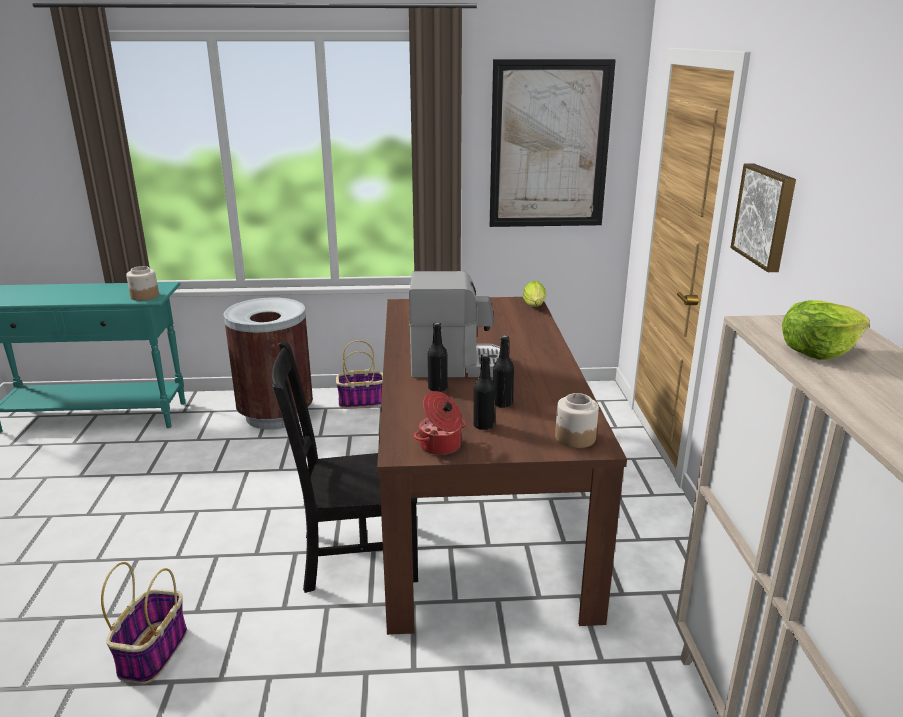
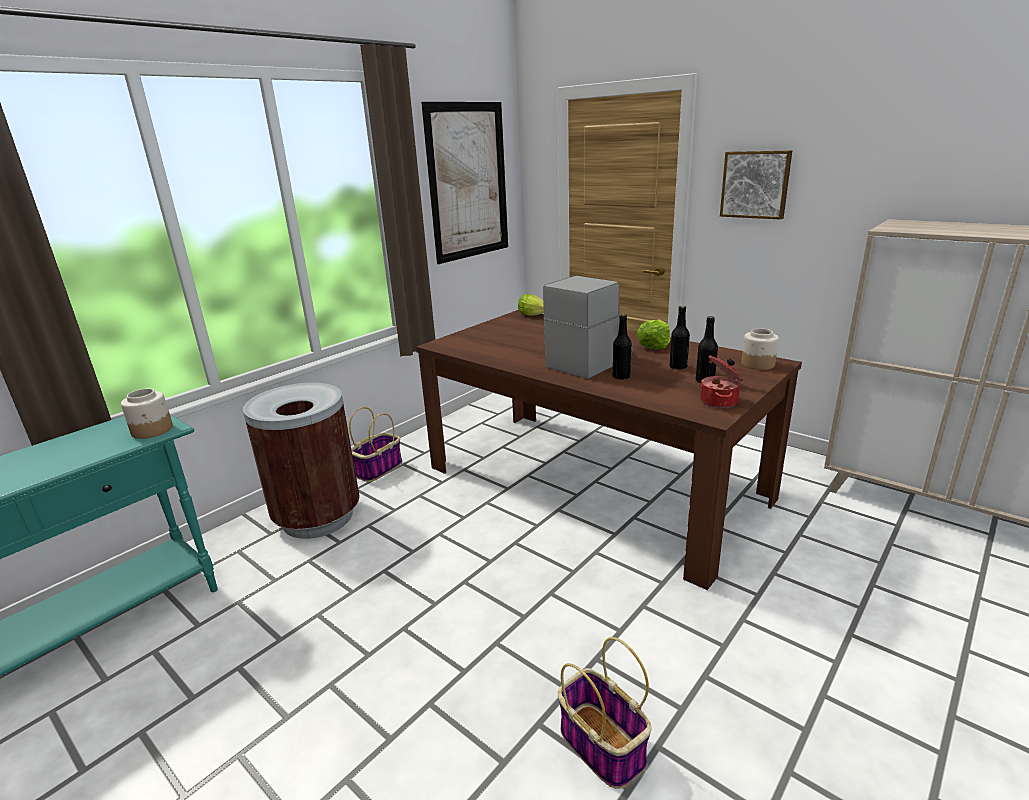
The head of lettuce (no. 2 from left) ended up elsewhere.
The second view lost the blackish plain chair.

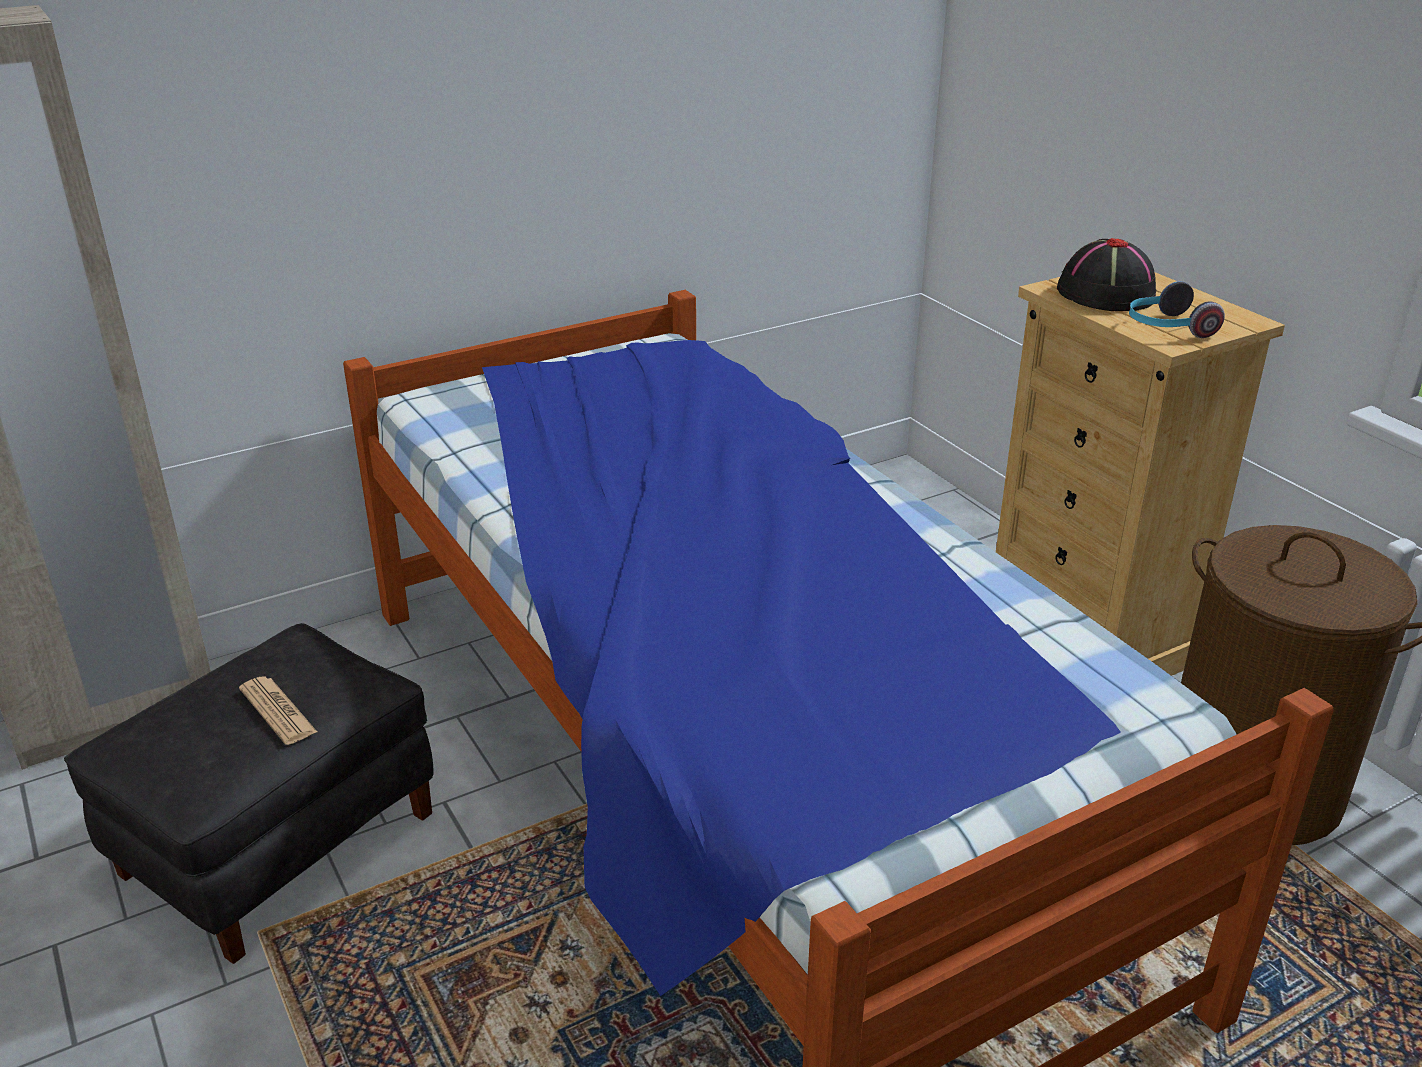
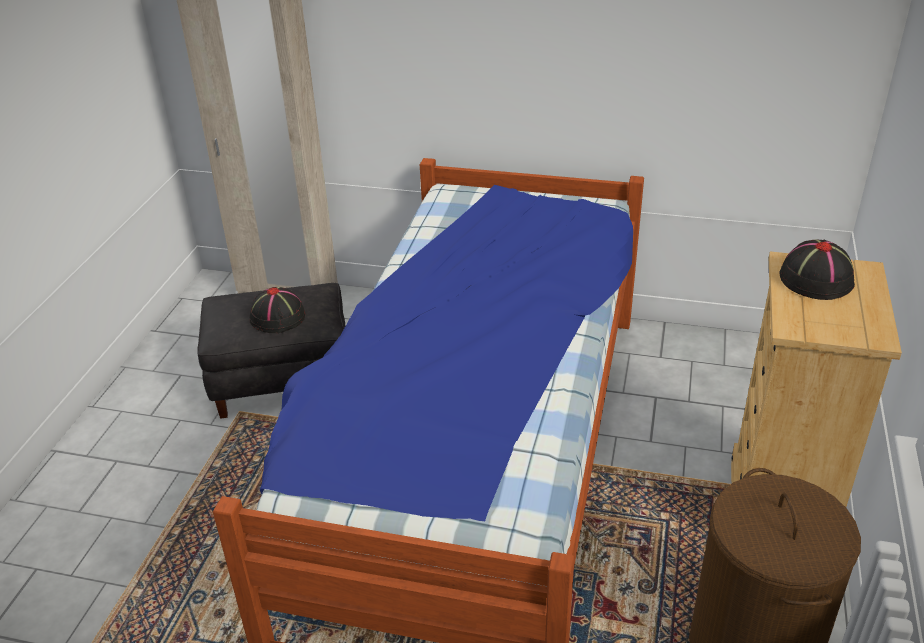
Where the newspaper stood, the blackish hat (no. 1 from left) came to stand.
The second view lost the pair of headphones.

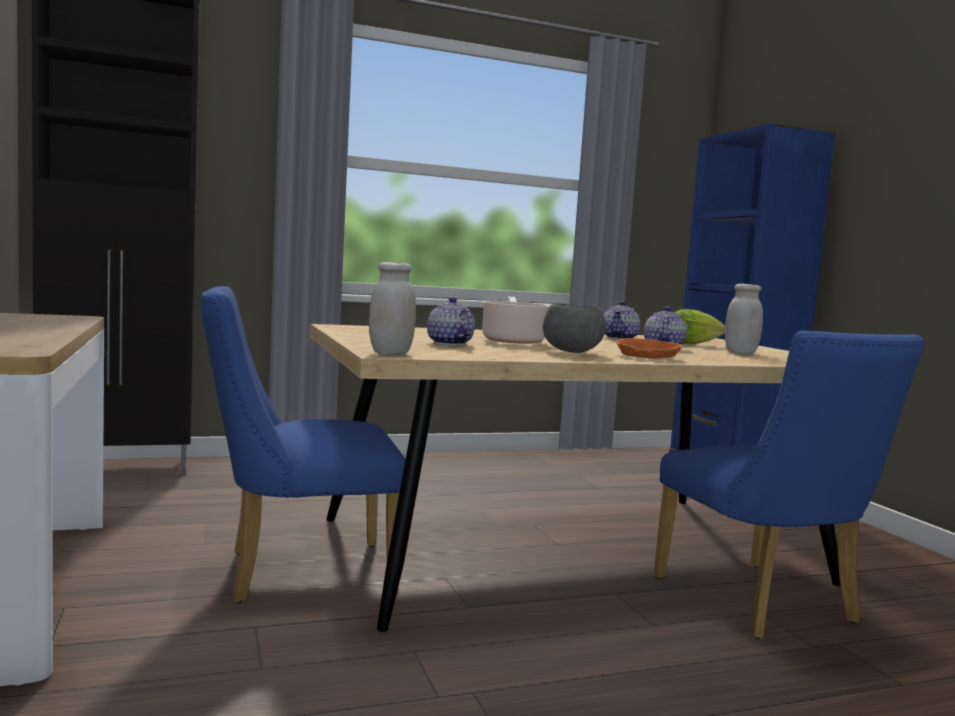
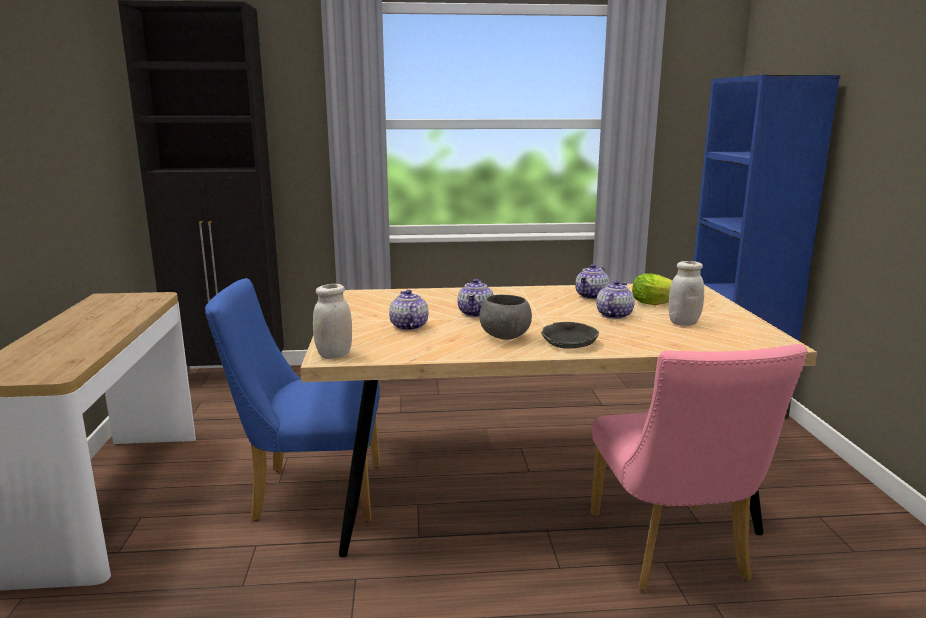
Where the stockpot stood, the pot for tea (no. 2 from left) came to stand.
What was the orange-coloured bowl turned into the gray bowl (no. 2 from left).
What was the blue-coloured plain chair (no. 2 from left) turned into the pinkish plain chair.

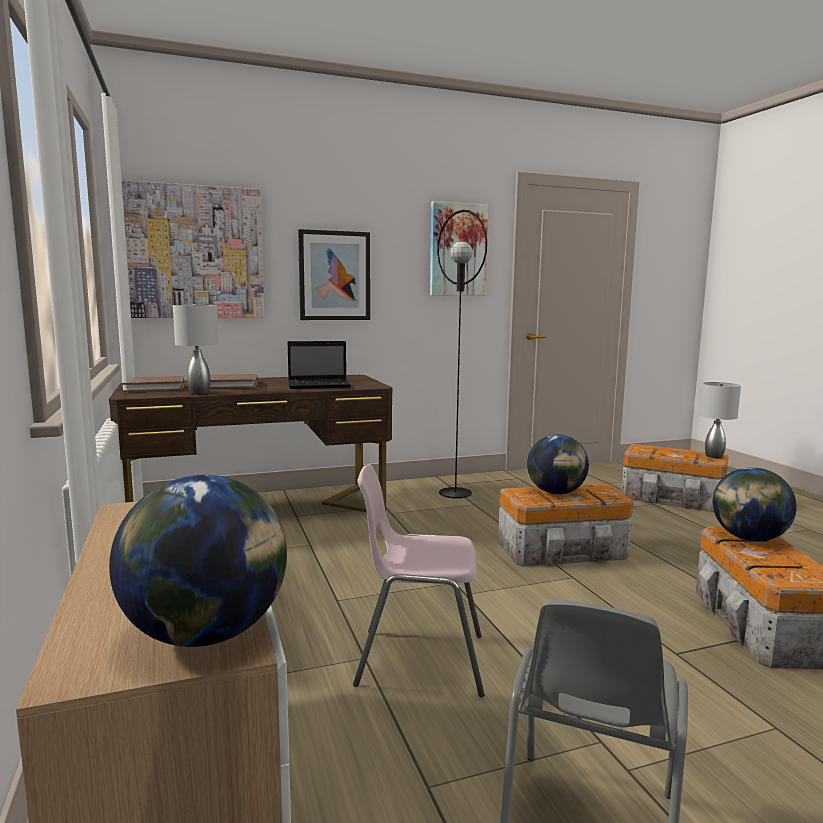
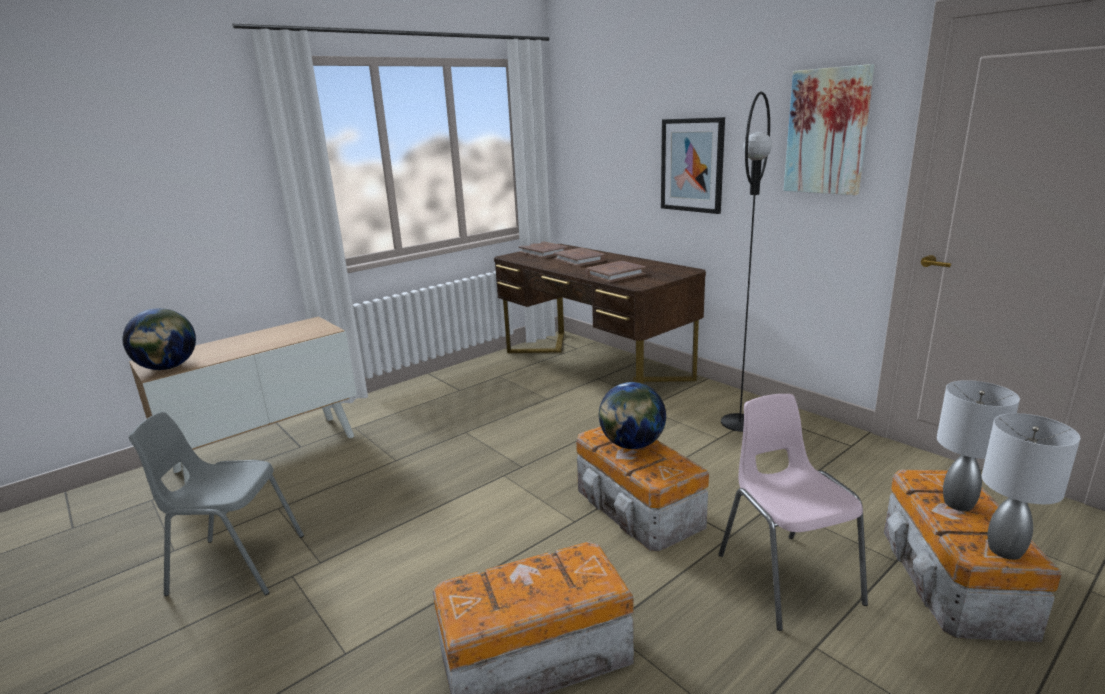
Where the portable computer stood, the brownish volume (no. 3 from left) came to stand.
The pinkish plain chair ended up elsewhere.
The gray table lamp (no. 1 from left) ended up elsewhere.
The second view lost the wall picture (no. 1 from left).
The second view lost the world globe (no. 3 from left).

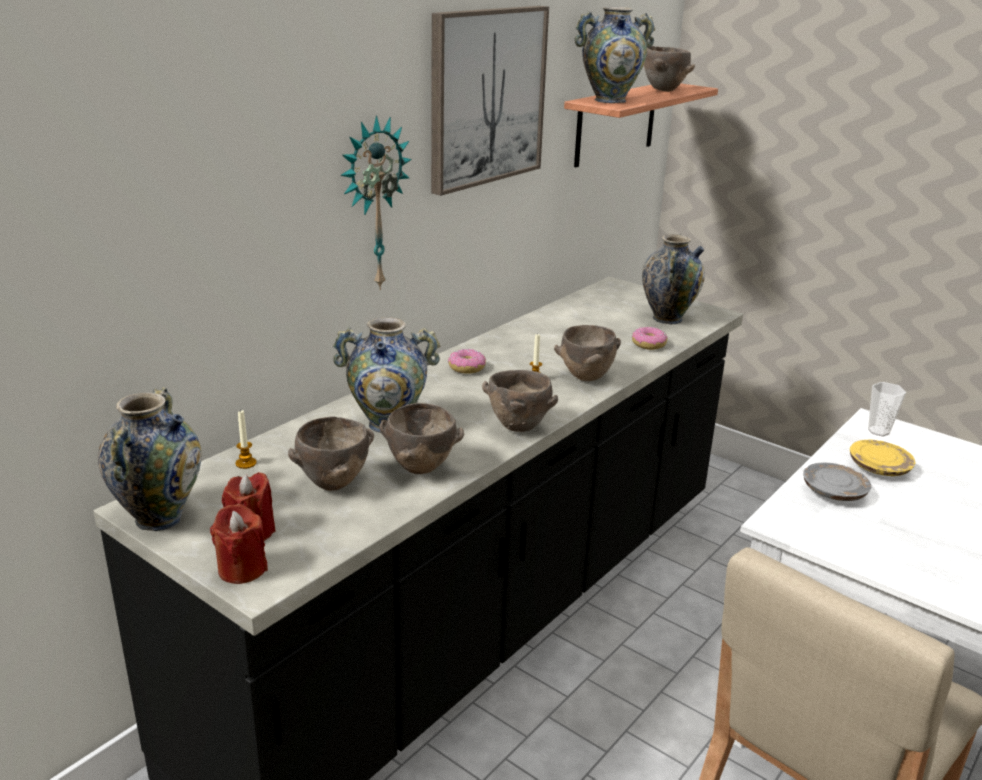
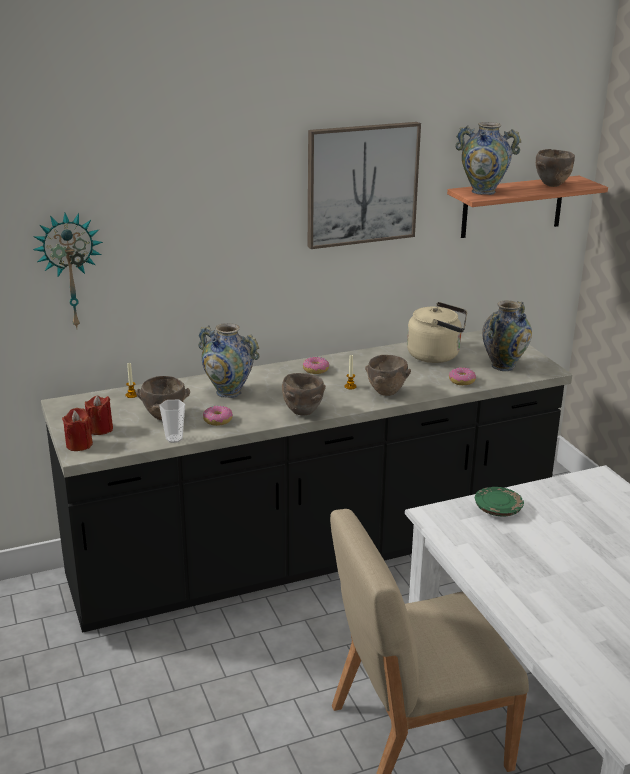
The hanging clock ended up elsewhere.
The drinking cup ended up elsewhere.
Where the brownish bowl (no. 2 from left) stood, the donut (no. 1 from left) came to stand.
The second view gained the beige water kettle.
What was the gray flat dish turned into the green-coloured flat dish.
The second view lost the vase (no. 1 from left).
The second view lost the yellow flat dish.

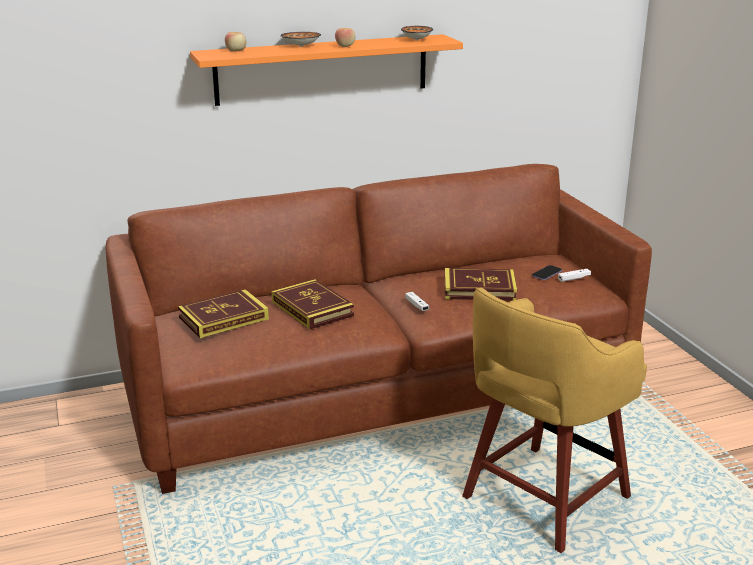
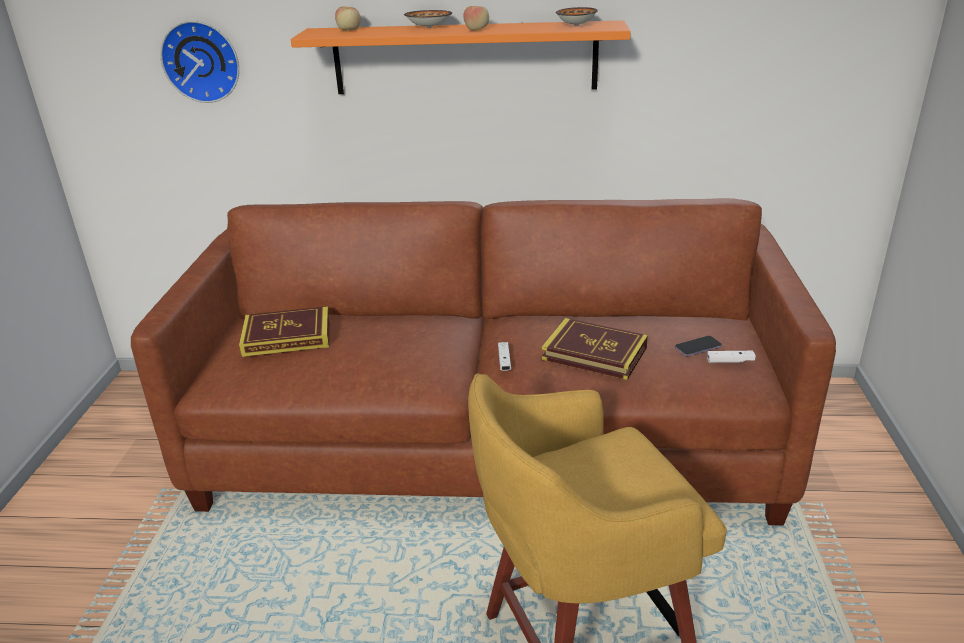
The second view gained the hanging clock.
The second view lost the volume (no. 2 from left).

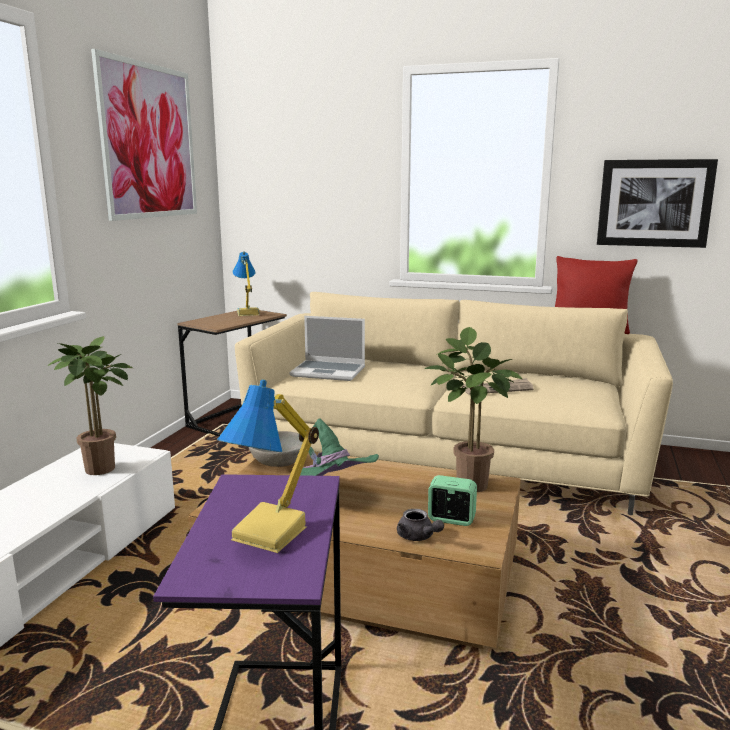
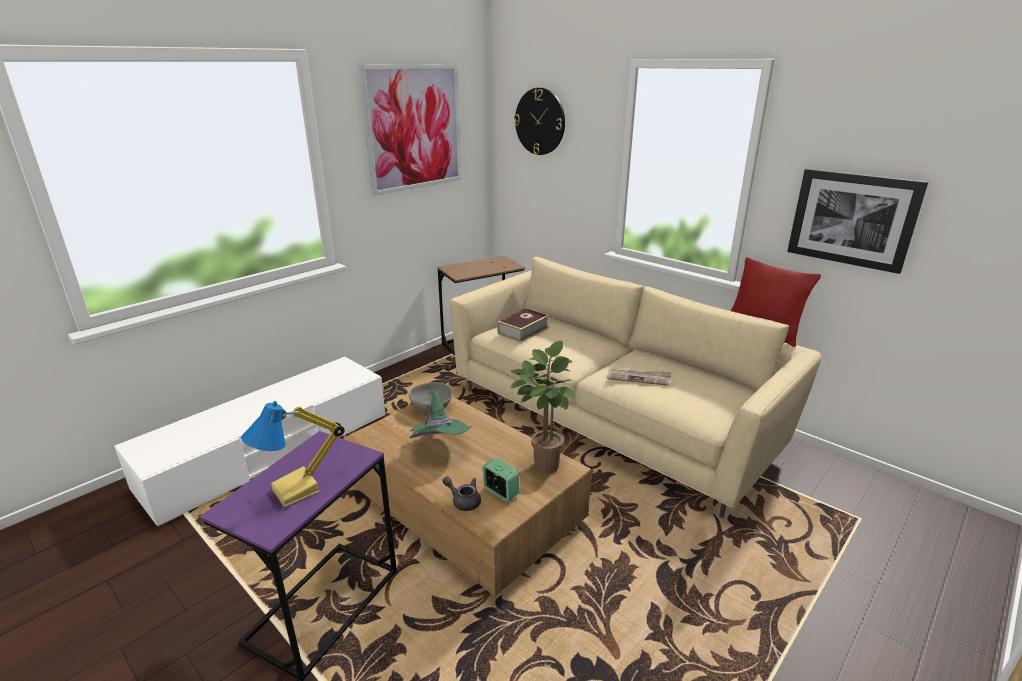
The gray pot for tea ended up facing another way, 135 degrees clockwise from before.
Where the portable computer stood, the volume came to stand.
The second view gained the hanging clock.
The second view lost the plant in a pot (no. 1 from left).
The second view lost the table lamp (no. 1 from left).

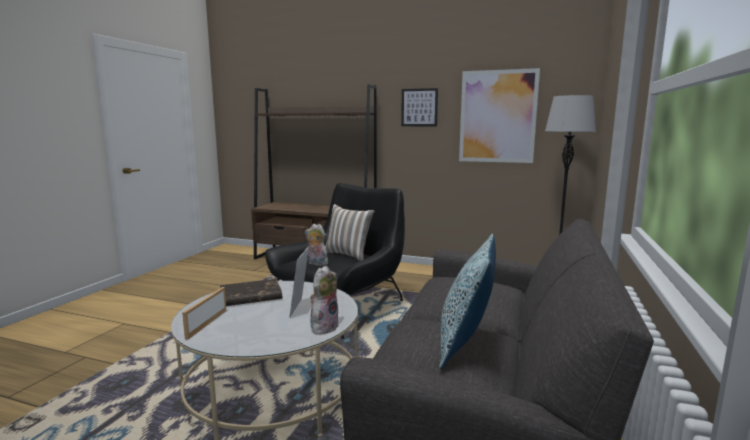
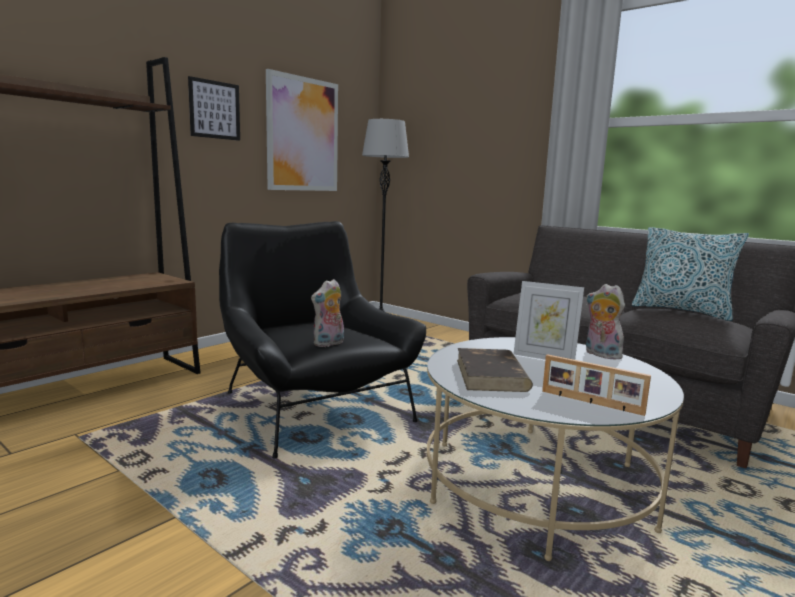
The second view lost the cushion (no. 1 from left).

